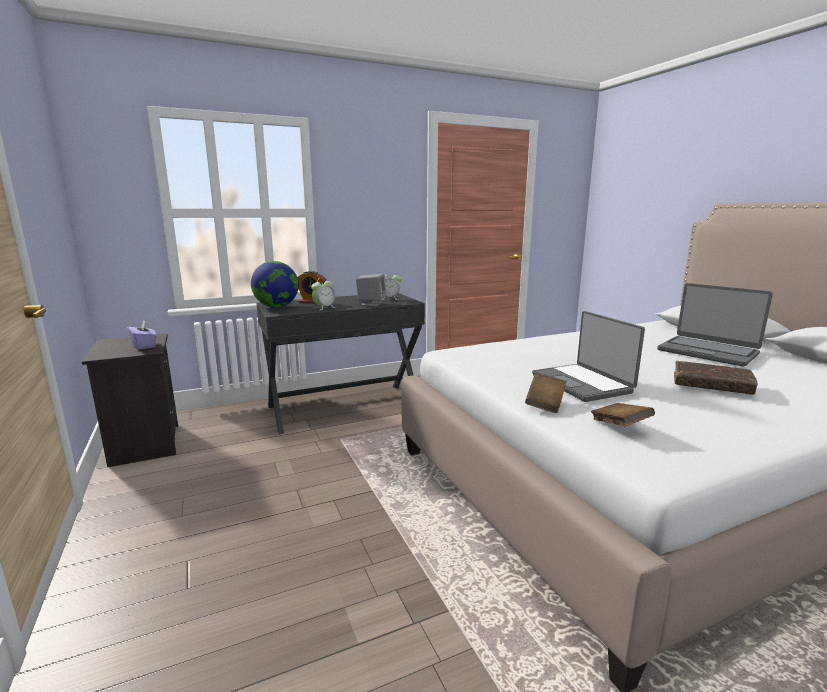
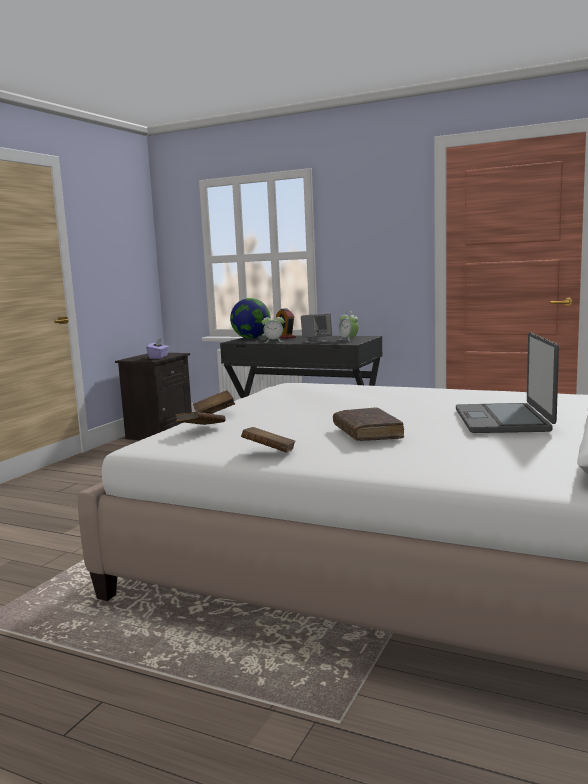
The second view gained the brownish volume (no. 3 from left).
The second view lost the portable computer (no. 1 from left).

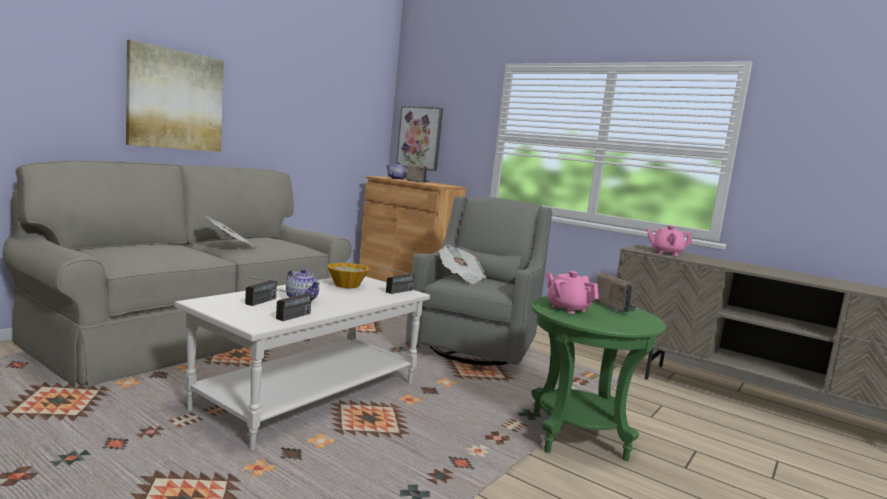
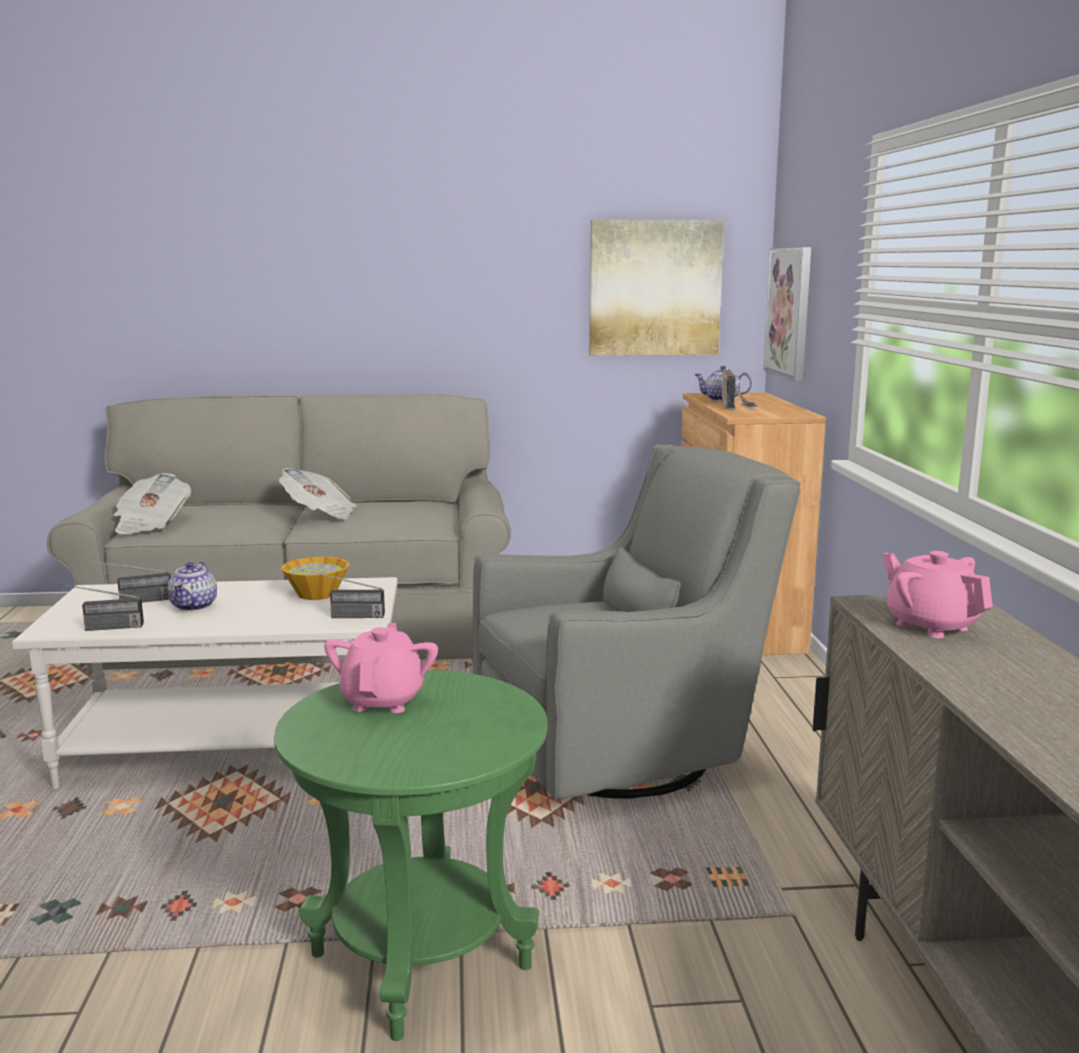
The newspaper (no. 2 from left in the first image) ended up elsewhere.
The wall picture (no. 1 from left) ended up elsewhere.
The second view lost the radio receiver (no. 5 from left).

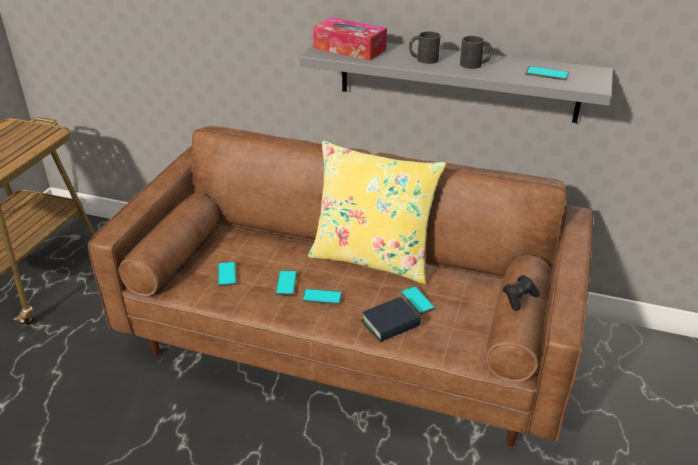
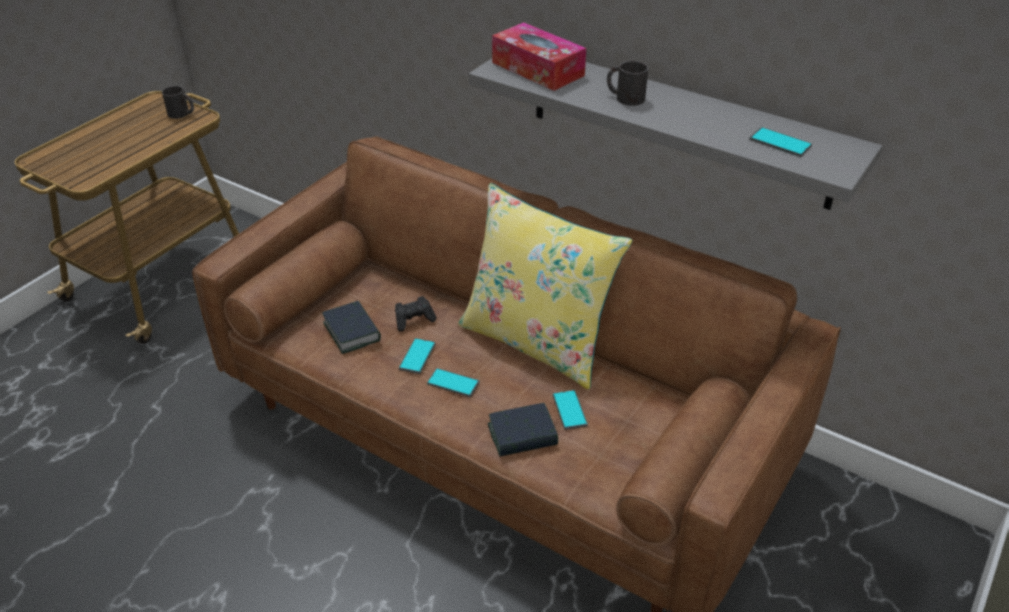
The blackish coffee mug (no. 2 from left in the first image) ended up elsewhere.
Where the telephone (no. 1 from left) stood, the volume (no. 1 from left) came to stand.
The blackish joypad ended up elsewhere.

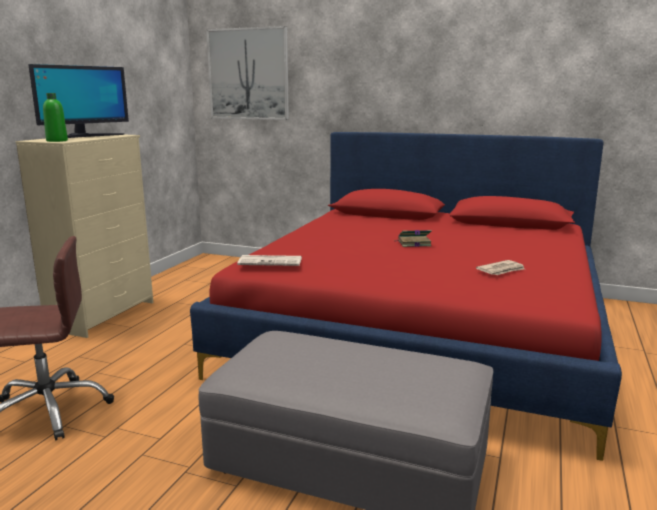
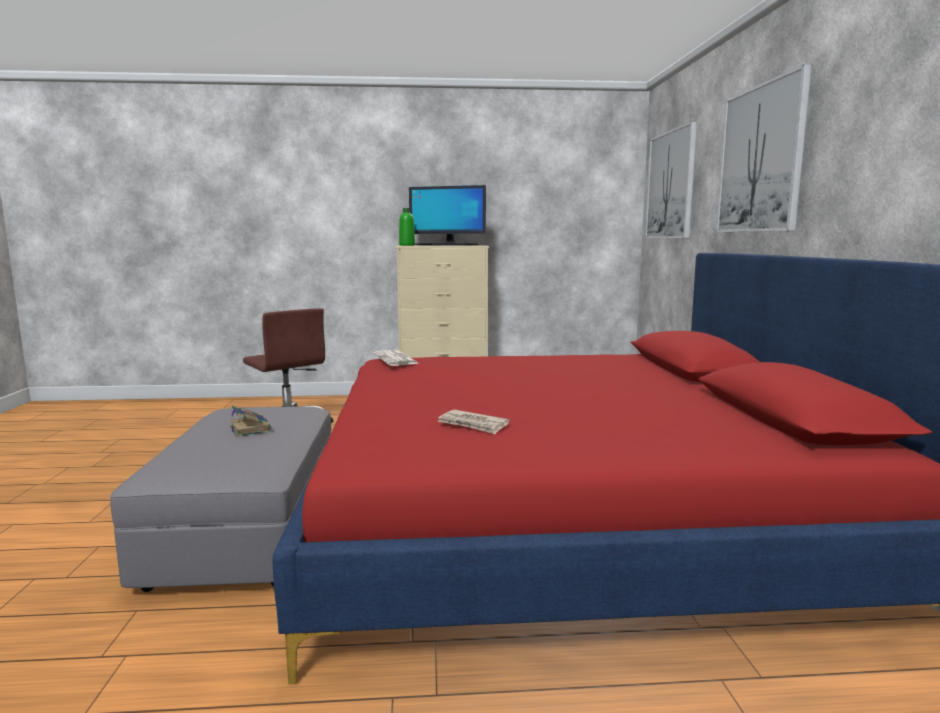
The volume ended up elsewhere.
The second view gained the wall picture (no. 2 from left).

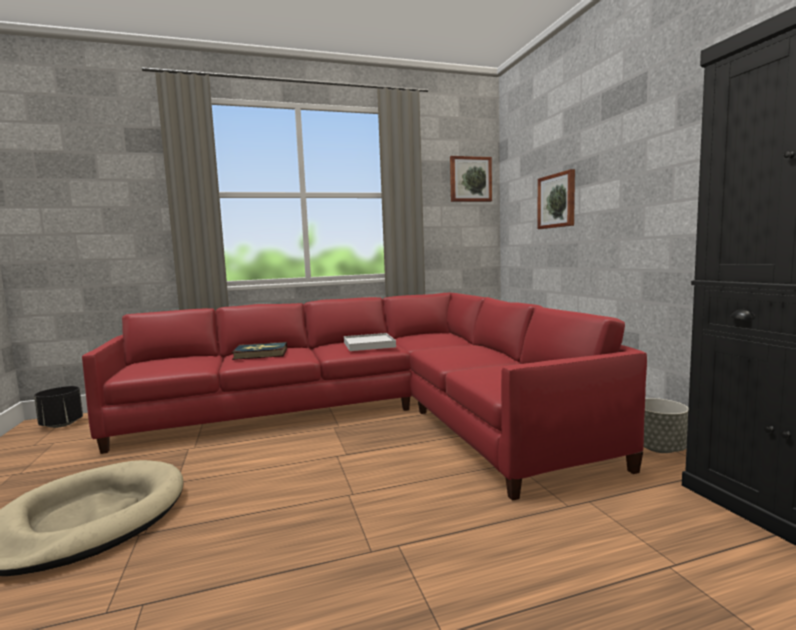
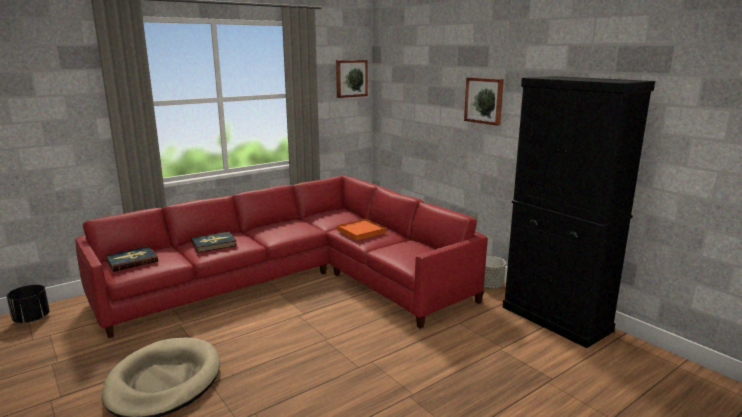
The second view gained the volume (no. 1 from left).
The second view gained the orange-coloured carrying tray.
The wall picture (no. 2 from left) ended up elsewhere.
The second view lost the white carrying tray.

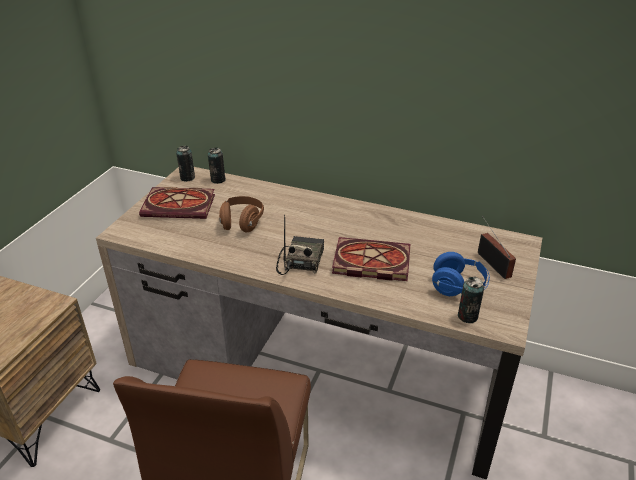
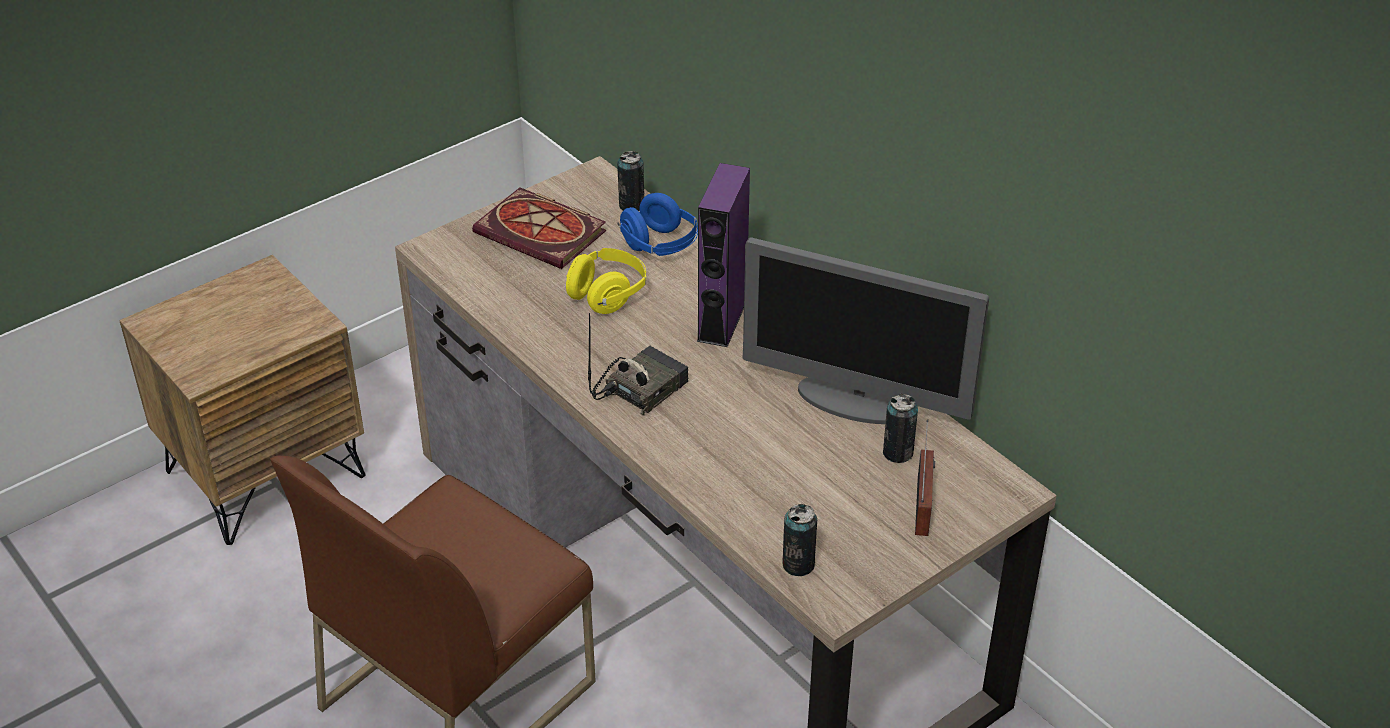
What was the brownish pair of headphones turned into the yellow pair of headphones.
The blue-coloured pair of headphones ended up elsewhere.
The second view gained the purplish loudspeaker.
The second view gained the computer screen.
The sealed can (no. 1 from left in the first image) ended up elsewhere.
The second view lost the volume (no. 2 from left).

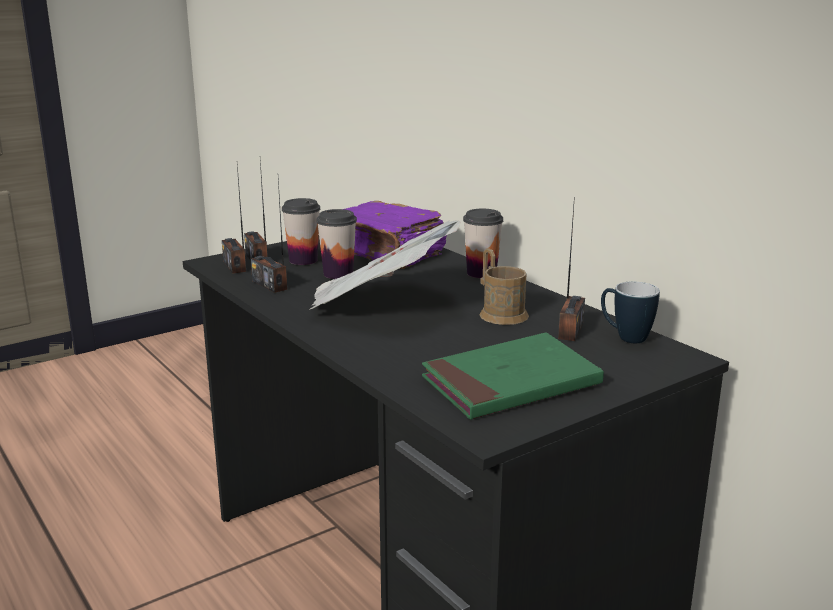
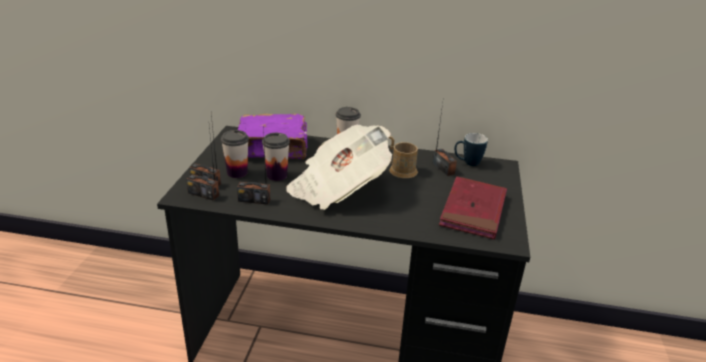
What was the green-coloured volume turned into the red-coloured volume.

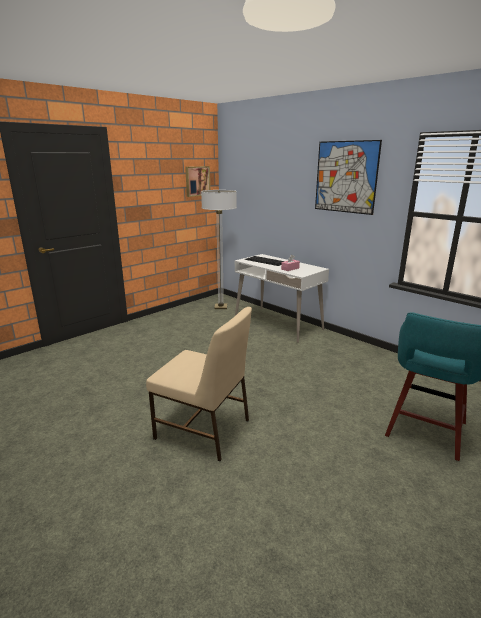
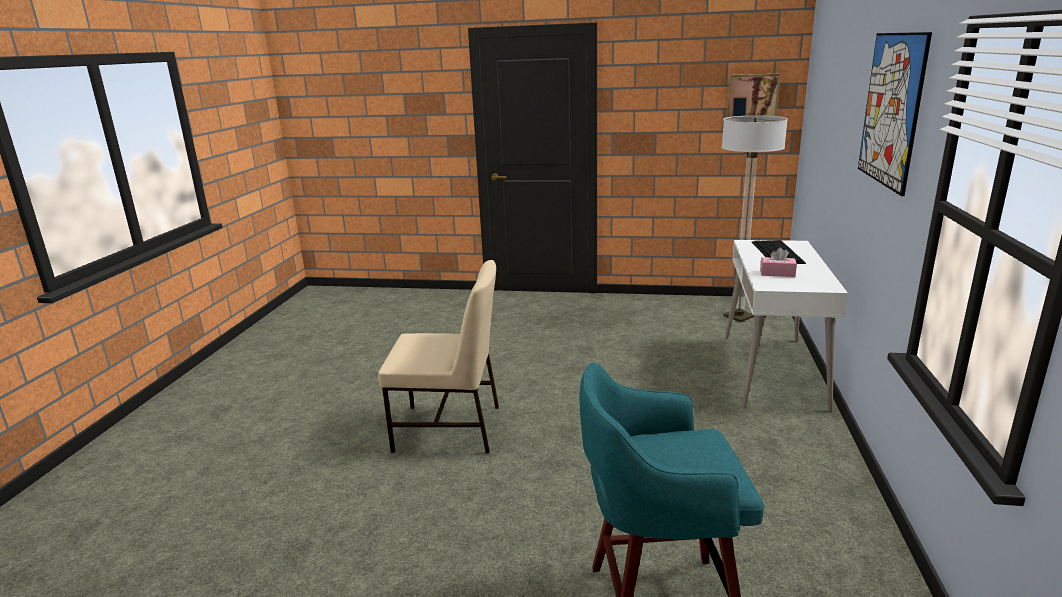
The beige plain chair ended up facing another way, 75 degrees counterclockwise from before.

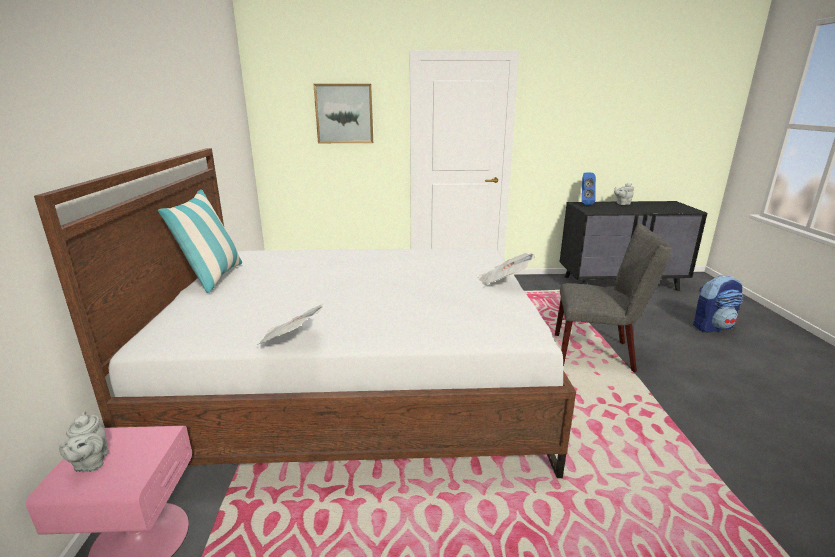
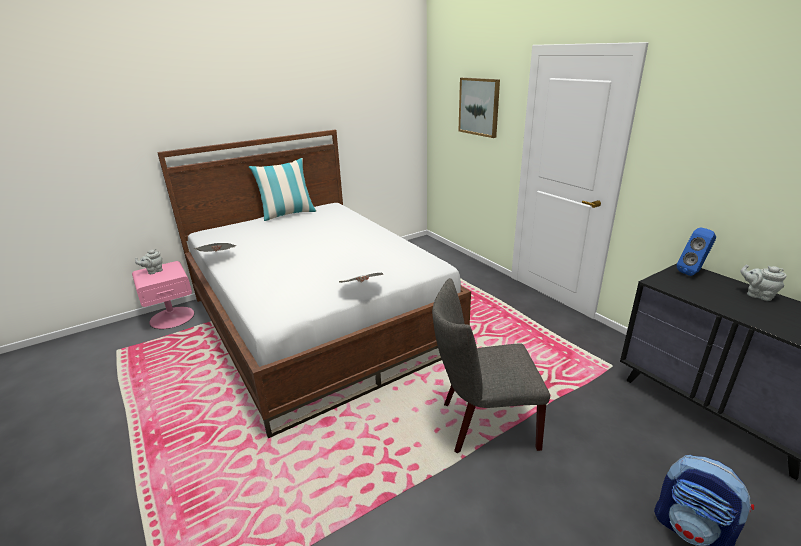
The gray plain chair ended up facing another way, 105 degrees clockwise from before.

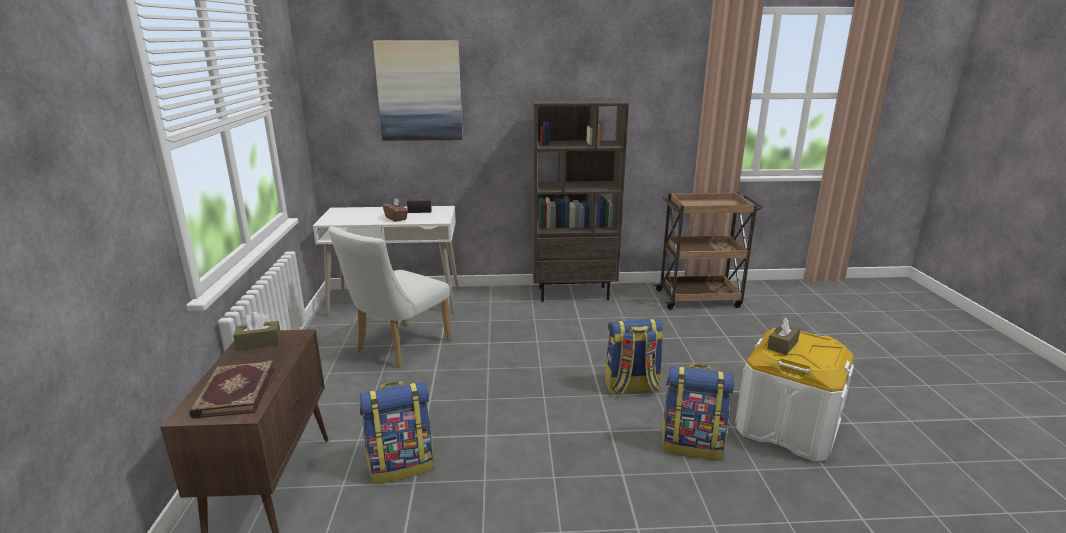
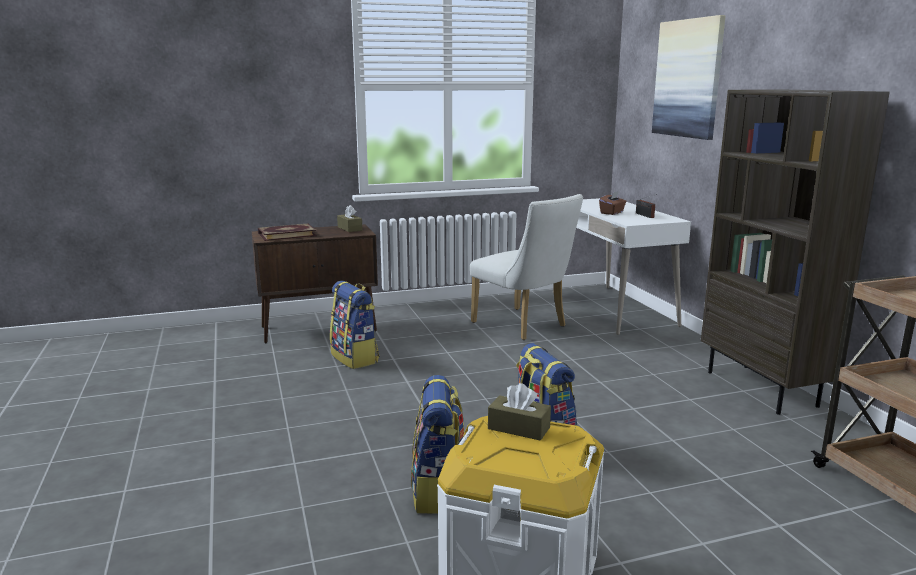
The white plain chair ended up facing another way, 150 degrees counterclockwise from before.

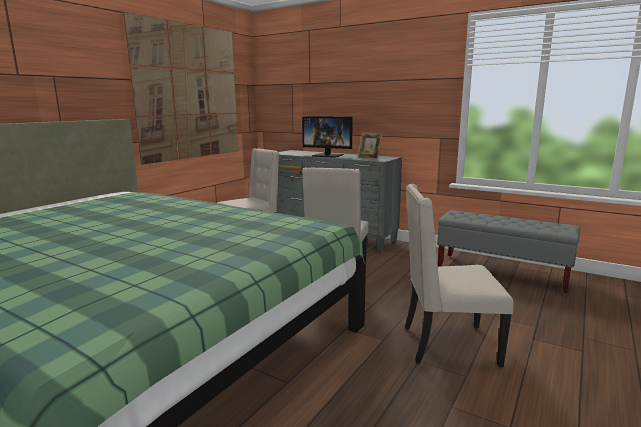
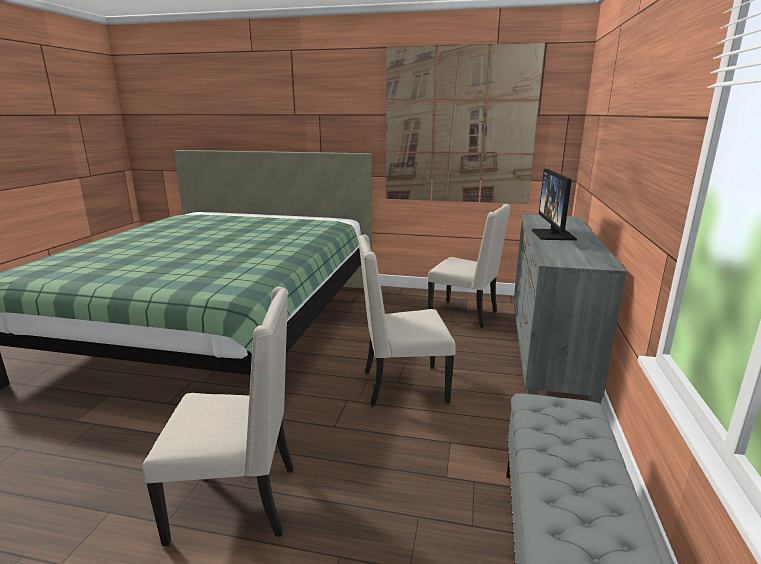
The beige plain chair (no. 3 from left in the first image) ended up facing another way, 105 degrees clockwise from before.
The second view lost the picture frame.

